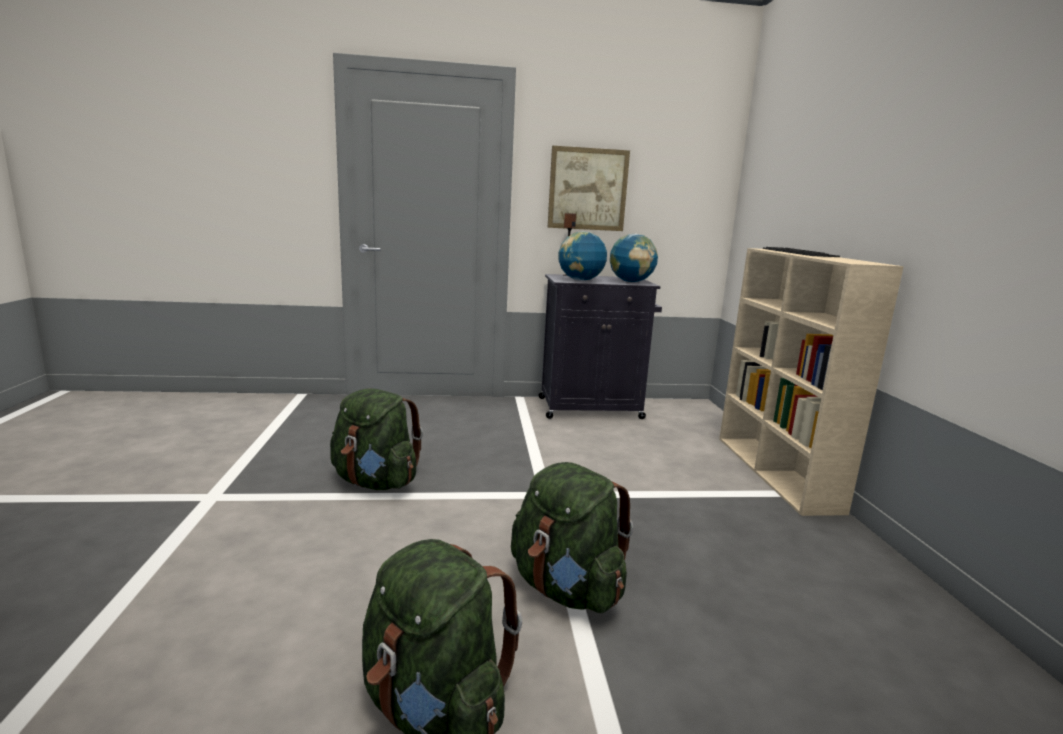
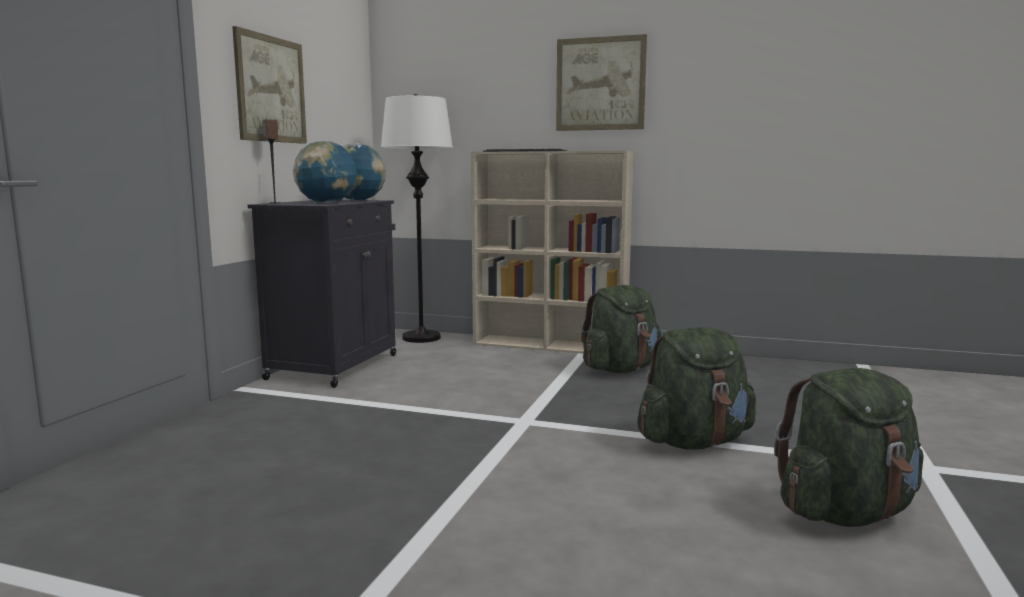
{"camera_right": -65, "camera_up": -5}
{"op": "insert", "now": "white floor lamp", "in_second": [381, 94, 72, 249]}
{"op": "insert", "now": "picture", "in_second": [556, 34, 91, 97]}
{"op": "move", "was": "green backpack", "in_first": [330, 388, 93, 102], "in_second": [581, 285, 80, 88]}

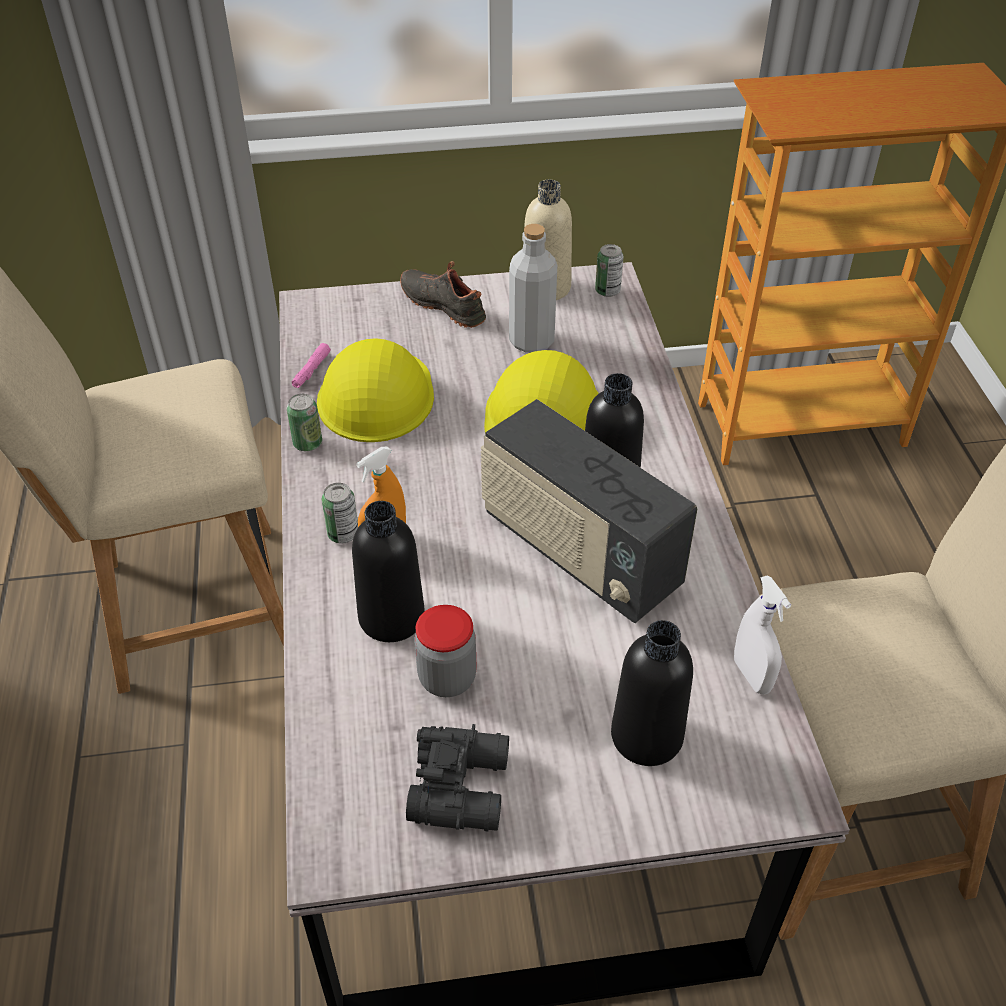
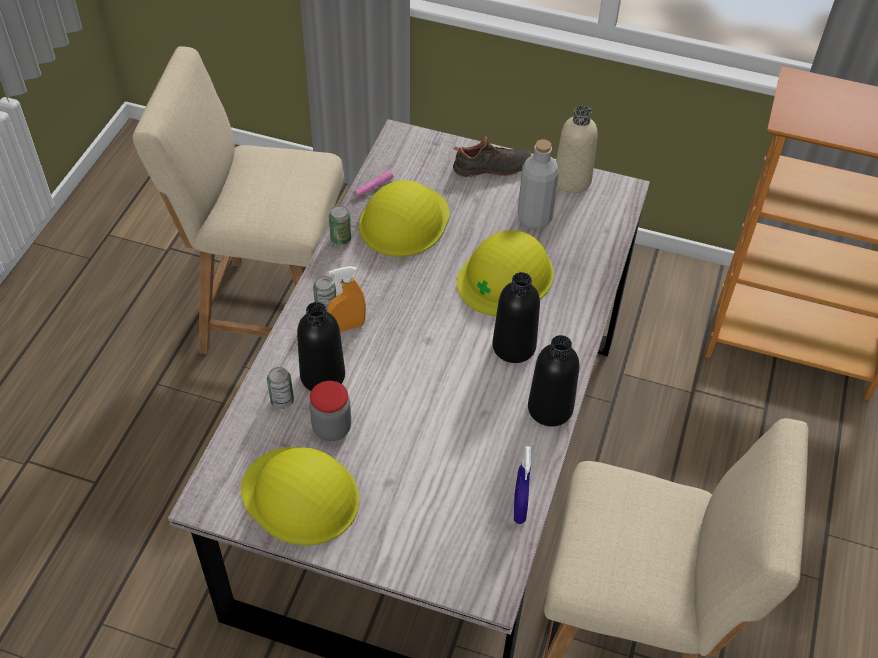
{"camera_right": 25, "camera_up": 5}
{"op": "replace", "was": "black binoculars", "now": "yellow hard hat", "in_first": [406, 724, 103, 108], "in_second": [241, 447, 118, 99]}
{"op": "move", "was": "can", "in_first": [595, 244, 29, 53], "in_second": [267, 367, 27, 42]}
{"op": "rotate", "was": "black shoe", "in_first": [400, 261, 86, 67], "in_second": [453, 136, 78, 41], "clockwise": 105}
{"op": "recolor", "was": "white spray bottle", "now": "blue spray bottle", "in_first": [734, 575, 57, 120], "in_second": [514, 446, 17, 78]}
{"op": "move", "was": "black bottle", "in_first": [611, 620, 82, 146], "in_second": [528, 335, 51, 92]}
{"op": "delete", "was": "radio", "in_first": [481, 399, 216, 224]}

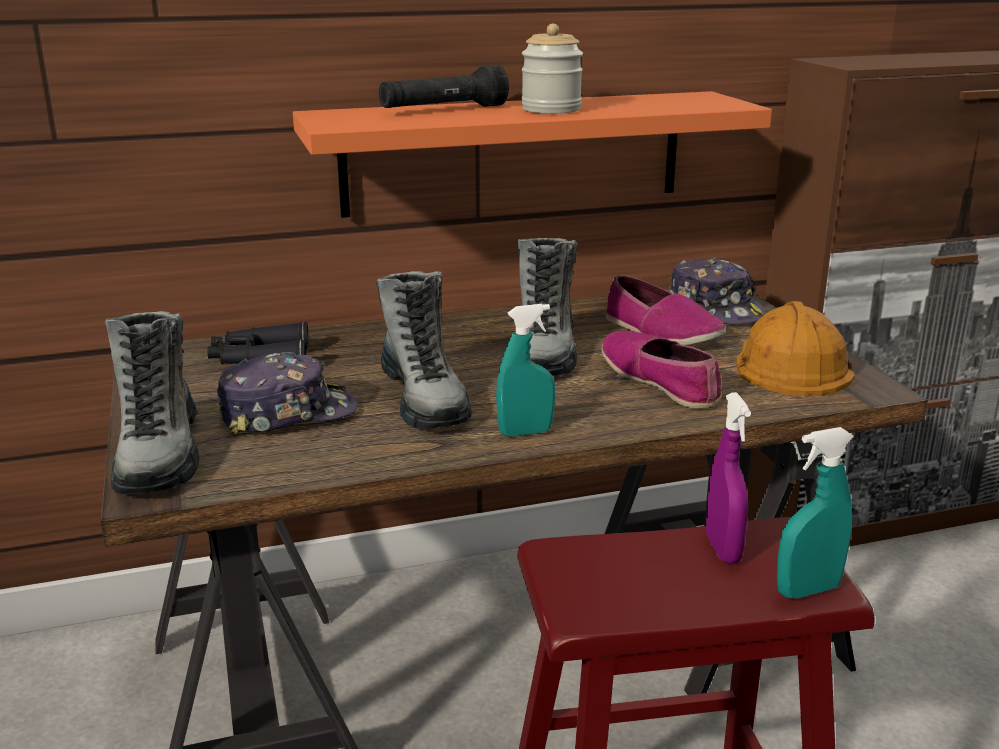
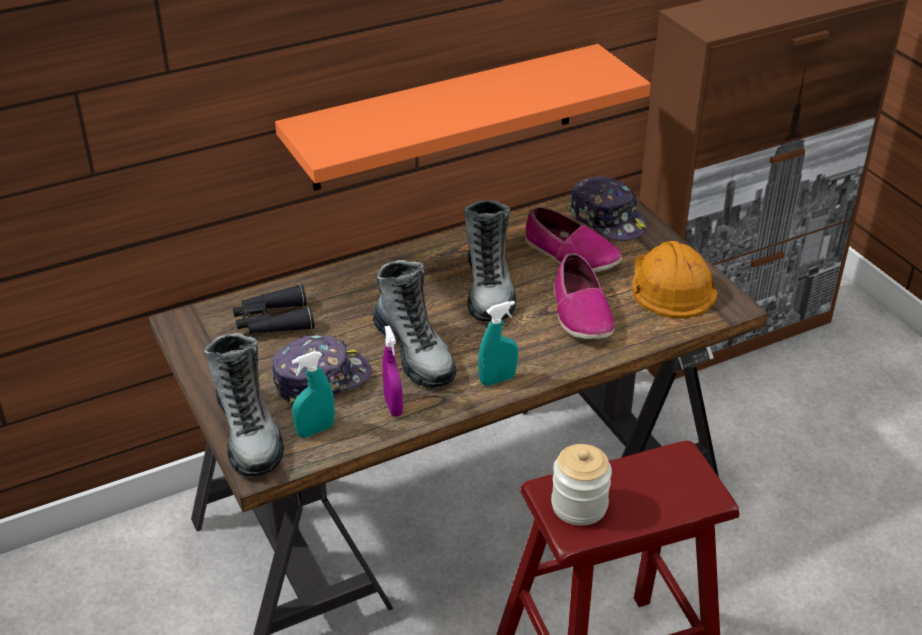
{"camera_right": -10, "camera_up": 15}
{"op": "move", "was": "turquoise spray bottle", "in_first": [777, 427, 77, 172], "in_second": [292, 351, 43, 86]}
{"op": "move", "was": "purple spray bottle", "in_first": [706, 392, 45, 171], "in_second": [382, 325, 21, 91]}
{"op": "move", "was": "jar", "in_first": [521, 24, 62, 90], "in_second": [551, 444, 61, 82]}
{"op": "rotate", "was": "shoe", "in_first": [602, 331, 120, 78], "in_second": [554, 253, 60, 86], "clockwise": -150}
{"op": "delete", "was": "black flashlight", "in_first": [379, 65, 130, 43]}

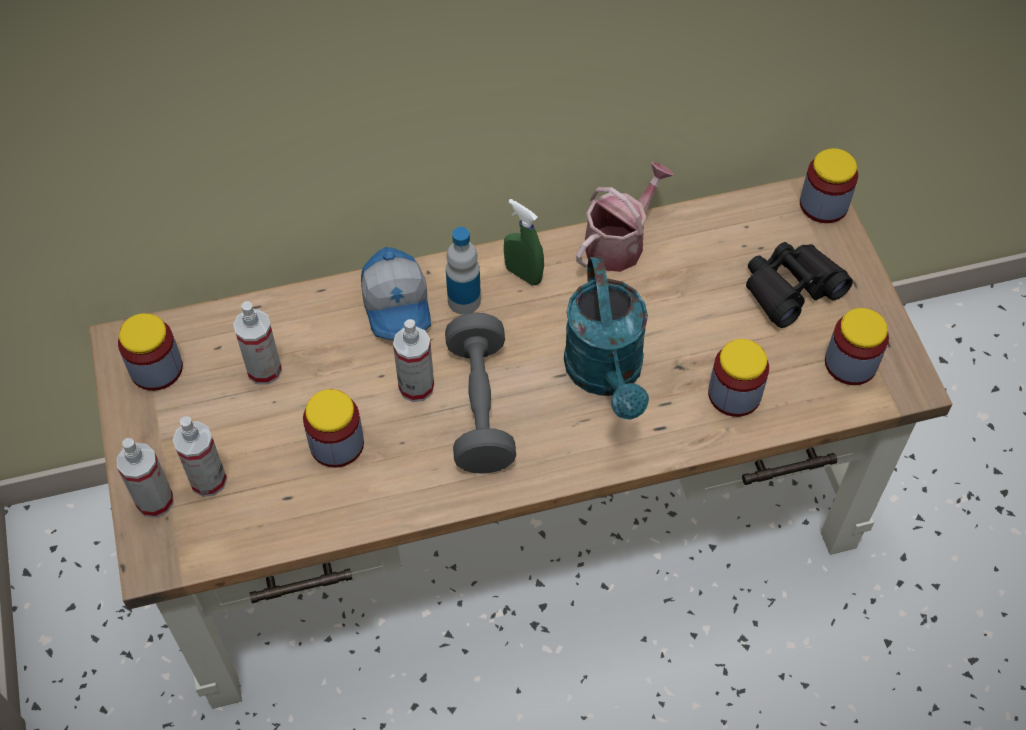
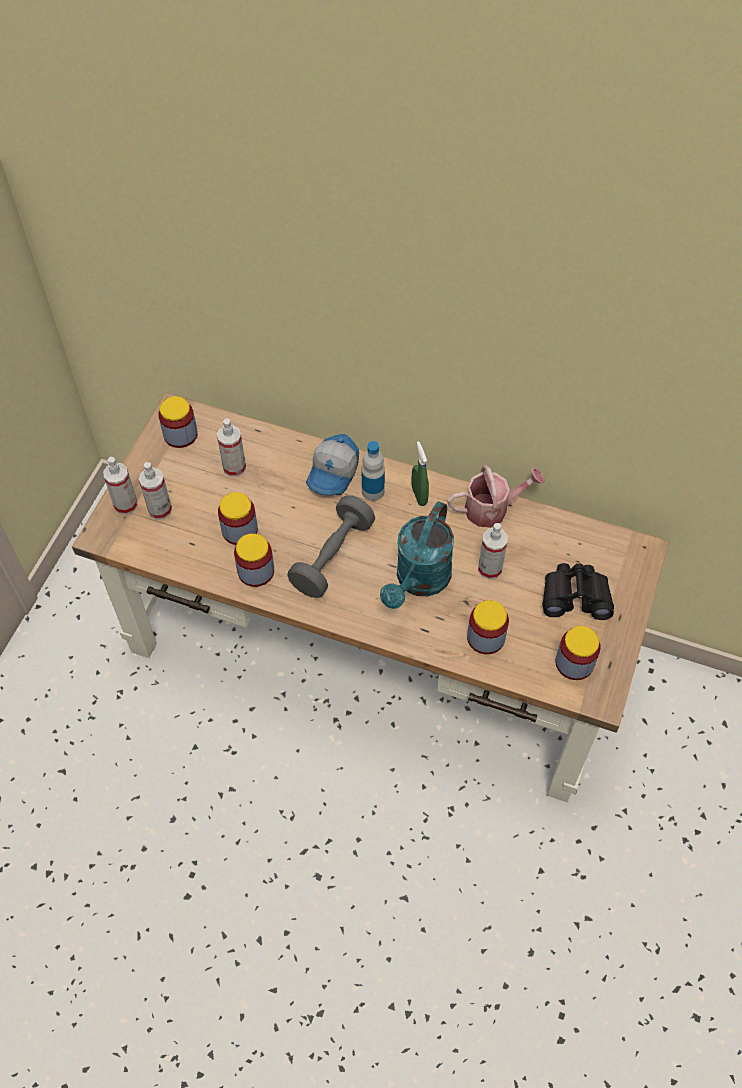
{"camera_right": 35, "camera_up": 0}
{"op": "move", "was": "jar", "in_first": [800, 148, 58, 75], "in_second": [234, 533, 40, 54]}
{"op": "move", "was": "spray bottle", "in_first": [393, 319, 41, 83], "in_second": [478, 523, 30, 56]}

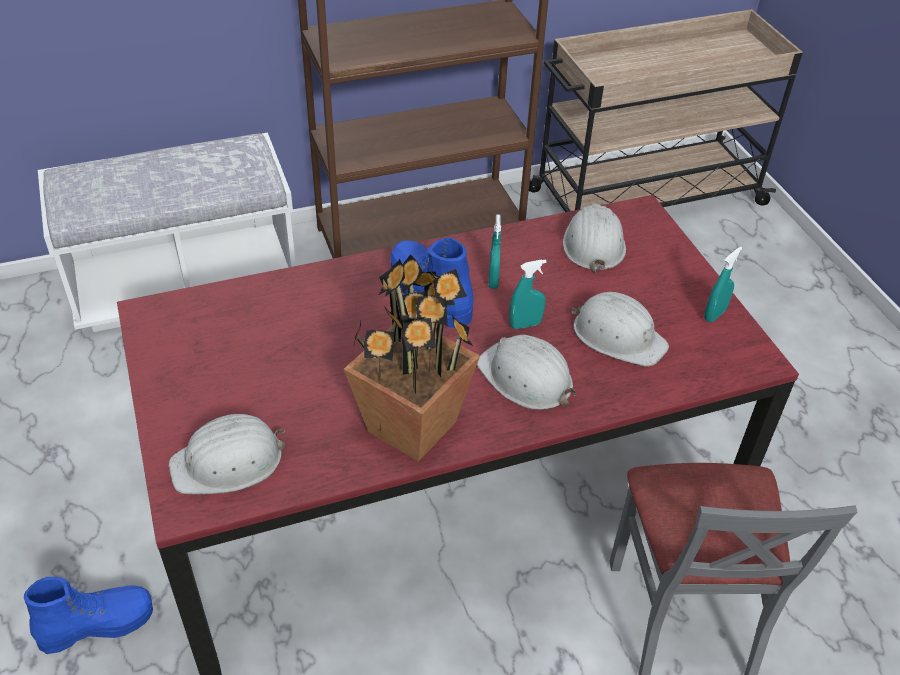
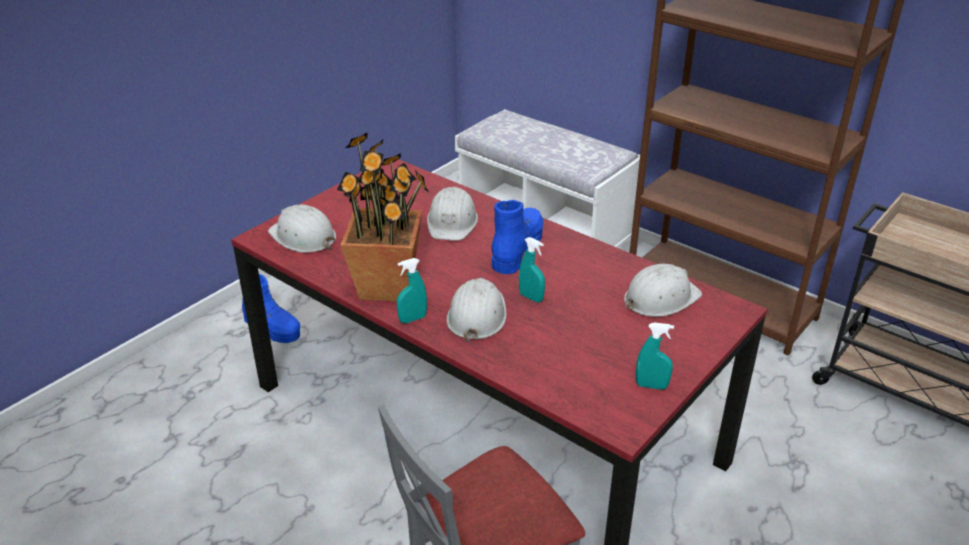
{"camera_right": 60, "camera_up": -10}
{"op": "move", "was": "turquoise spray bottle", "in_first": [489, 214, 12, 75], "in_second": [397, 258, 30, 65]}
{"op": "move", "was": "white hard hat", "in_first": [571, 292, 98, 75], "in_second": [427, 187, 51, 53]}

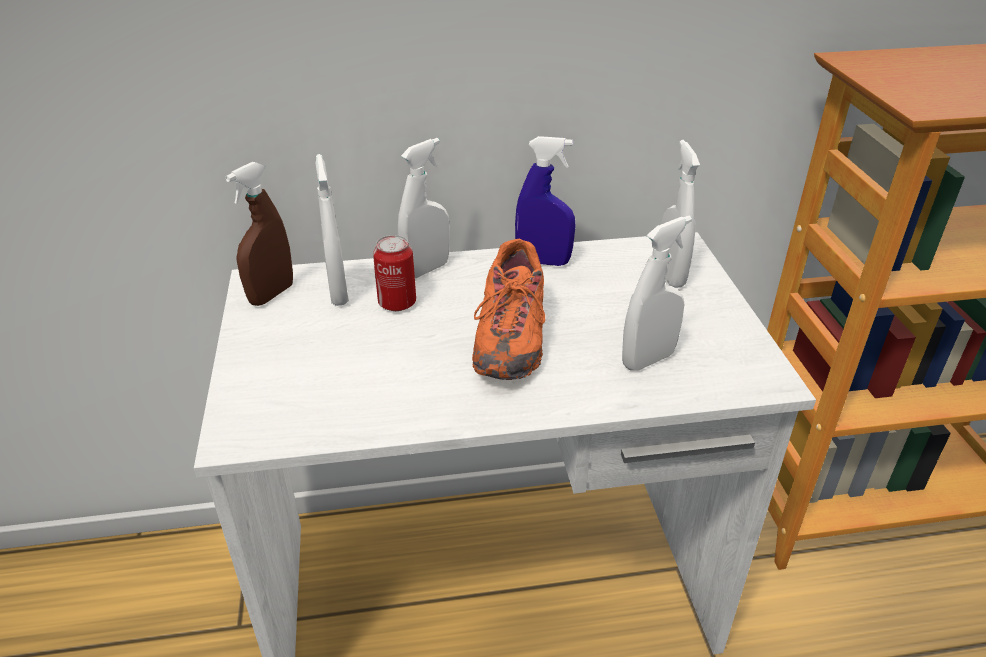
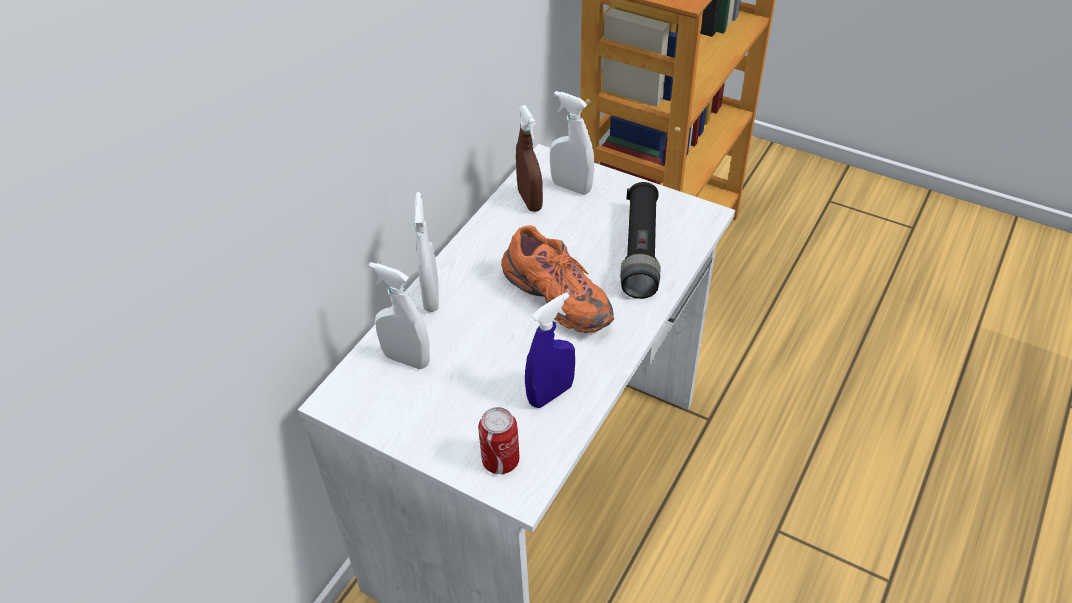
{"camera_right": -50, "camera_up": 10}
{"op": "move", "was": "can", "in_first": [373, 235, 43, 76], "in_second": [478, 407, 42, 67]}
{"op": "move", "was": "brown spray bottle", "in_first": [225, 162, 68, 144], "in_second": [516, 105, 27, 107]}
{"op": "move", "was": "blue spray bottle", "in_first": [515, 136, 60, 130], "in_second": [525, 292, 50, 116]}
{"op": "replace", "was": "white spray bottle", "now": "black flashlight", "in_first": [622, 216, 70, 155], "in_second": [620, 182, 40, 117]}

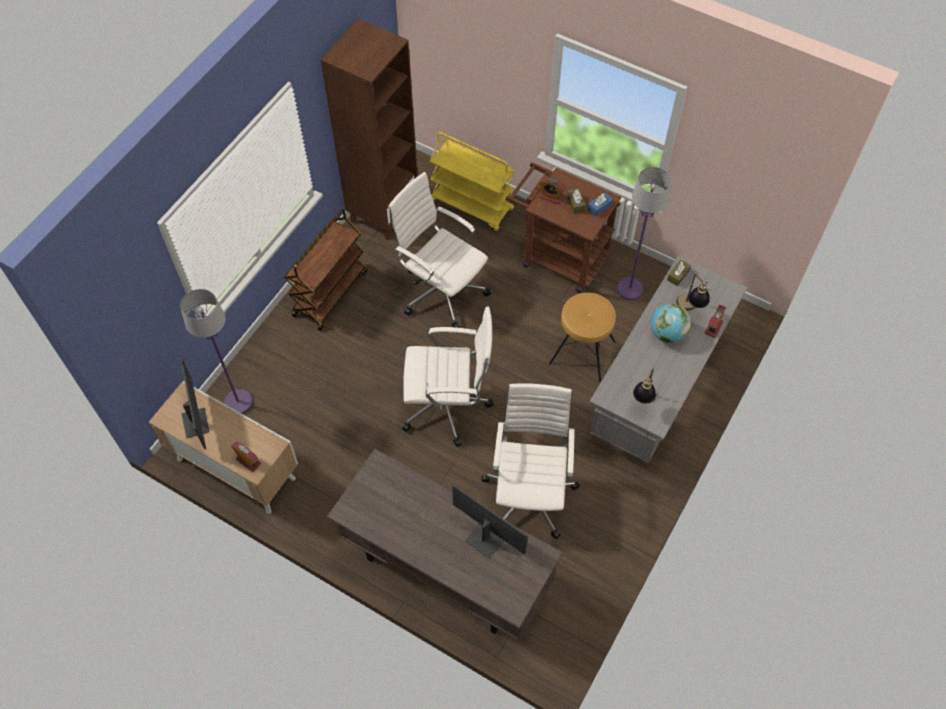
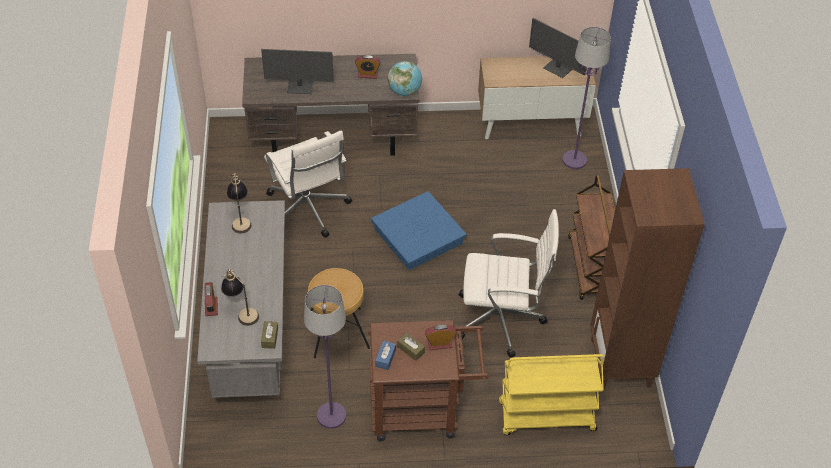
{"camera_right": 145, "camera_up": -10}
{"op": "move", "was": "alarm clock", "in_first": [231, 441, 30, 31], "in_second": [355, 55, 25, 24]}
{"op": "replace", "was": "white office chair", "now": "blue storage box", "in_first": [402, 306, 92, 141], "in_second": [371, 191, 95, 79]}
{"op": "move", "was": "globe", "in_first": [651, 303, 40, 40], "in_second": [388, 61, 34, 35]}

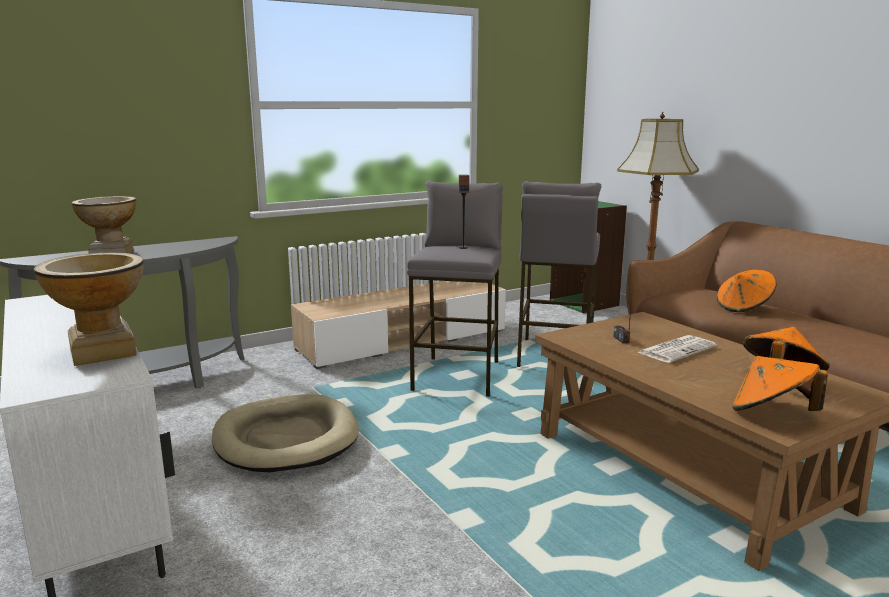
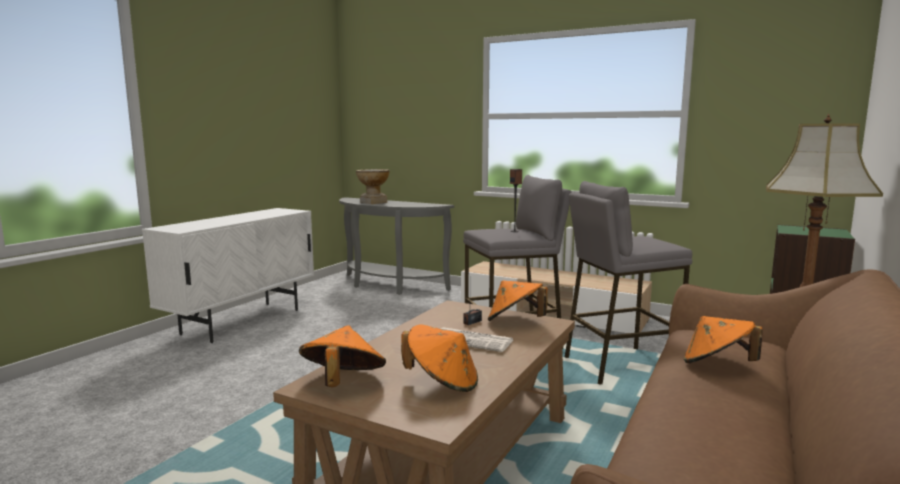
{"camera_right": 60, "camera_up": -5}
{"op": "insert", "now": "orange hat", "in_second": [488, 280, 60, 41]}
{"op": "delete", "was": "vase", "in_first": [34, 252, 110, 114]}
{"op": "delete", "was": "beige dog bed", "in_first": [212, 394, 147, 79]}

